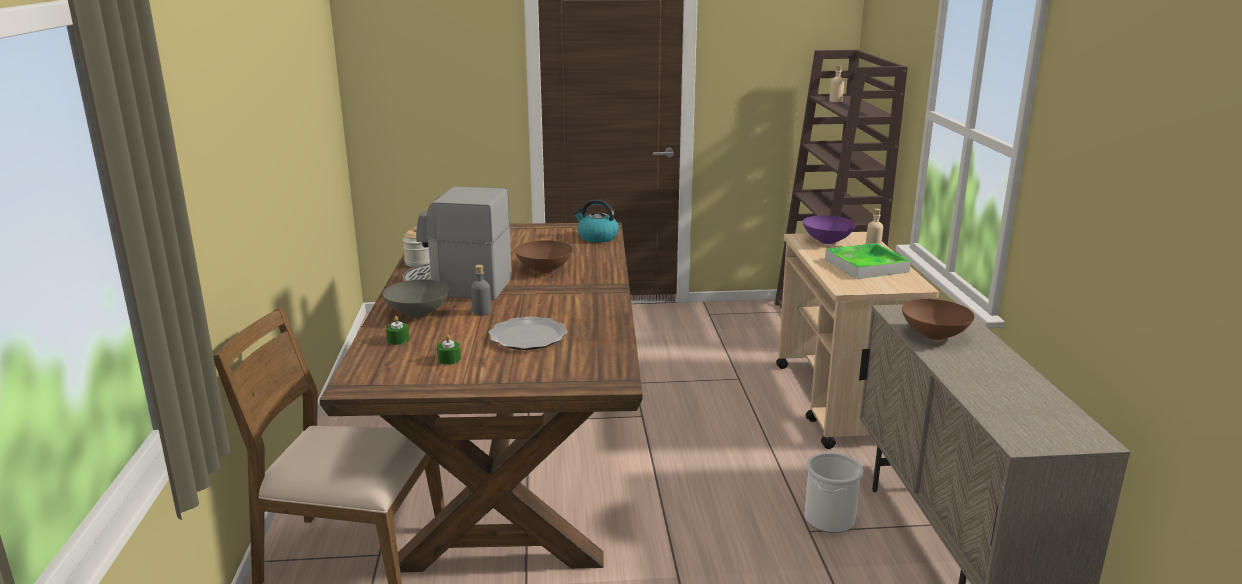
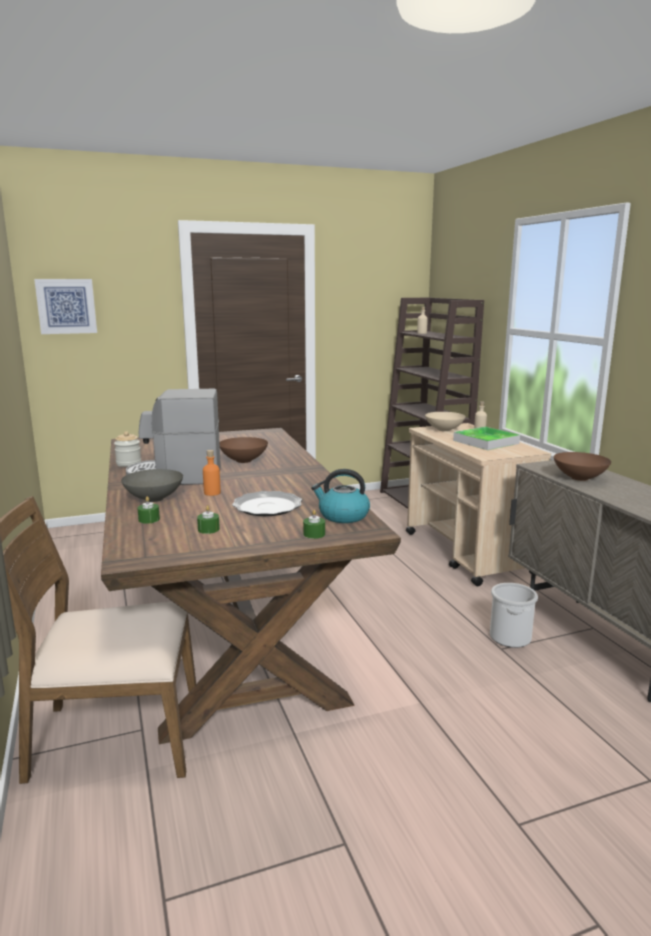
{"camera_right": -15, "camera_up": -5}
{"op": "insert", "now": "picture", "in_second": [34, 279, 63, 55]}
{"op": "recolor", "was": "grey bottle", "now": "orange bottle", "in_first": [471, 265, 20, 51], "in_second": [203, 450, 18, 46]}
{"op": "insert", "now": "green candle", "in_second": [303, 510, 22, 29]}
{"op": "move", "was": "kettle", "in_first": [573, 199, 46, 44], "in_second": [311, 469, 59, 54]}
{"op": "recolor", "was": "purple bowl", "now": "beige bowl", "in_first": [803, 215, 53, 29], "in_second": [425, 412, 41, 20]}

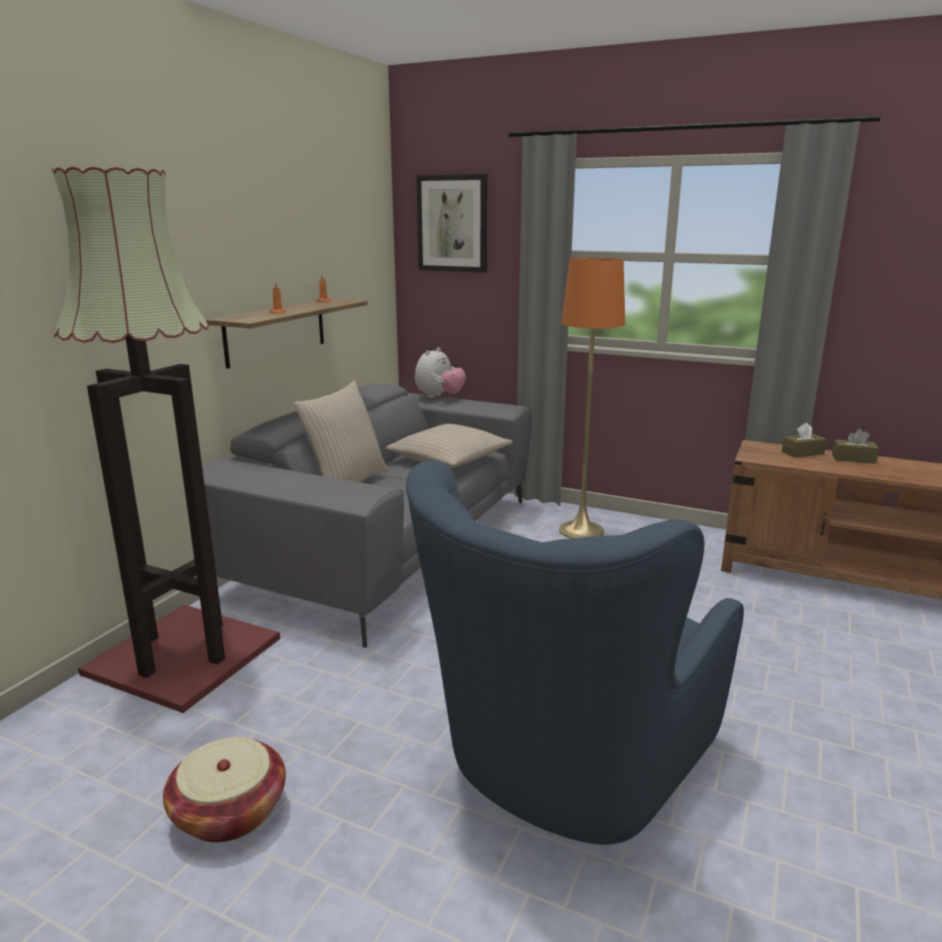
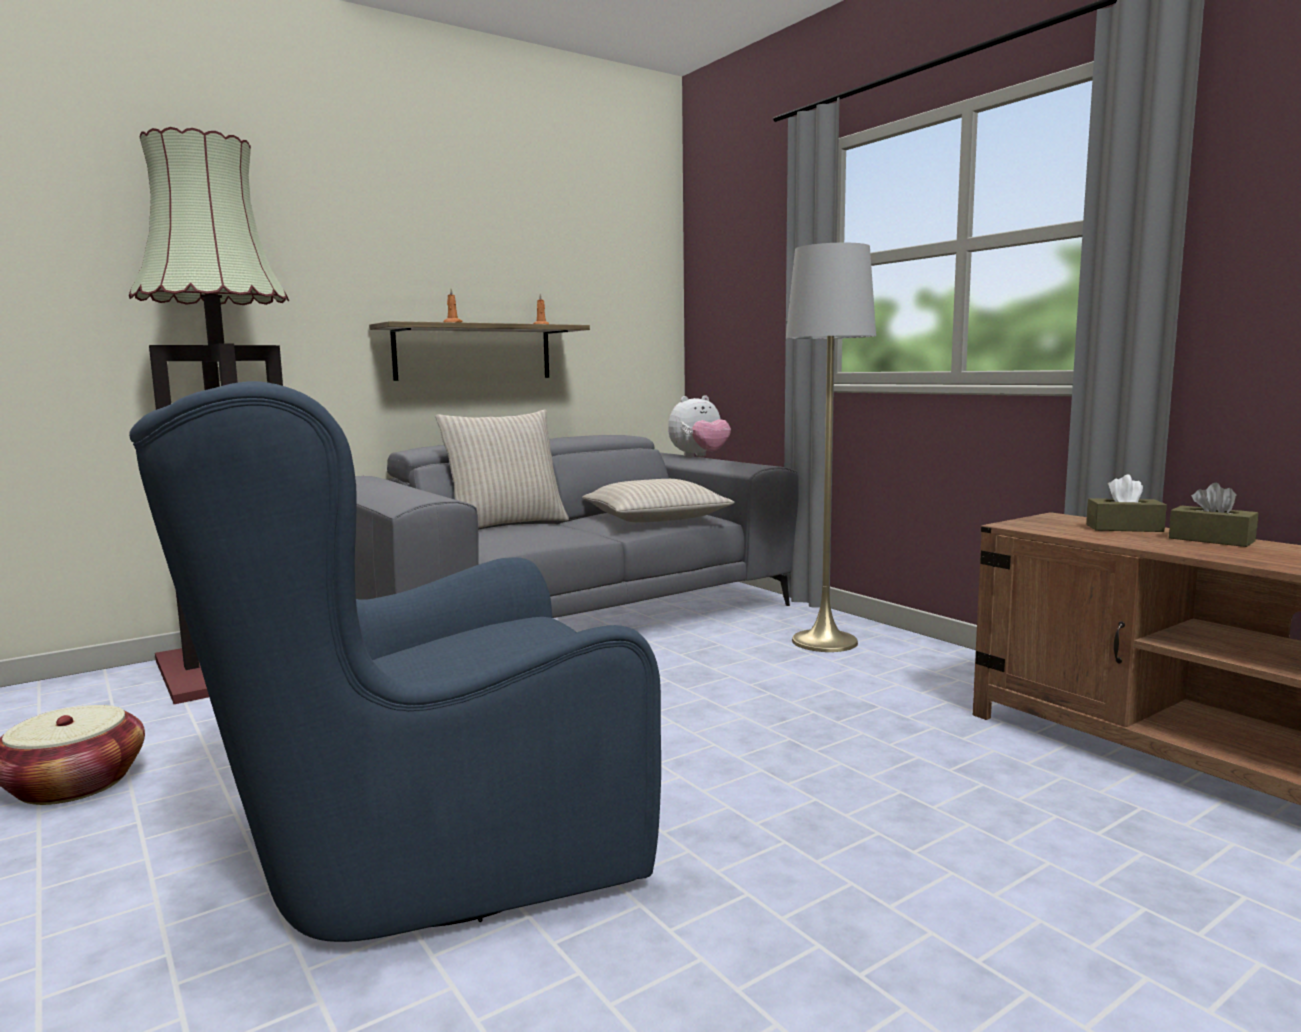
{"camera_right": 30, "camera_up": -10}
{"op": "recolor", "was": "orange floor lamp", "now": "grey floor lamp", "in_first": [559, 257, 66, 282], "in_second": [786, 243, 90, 409]}
{"op": "delete", "was": "picture", "in_first": [417, 174, 71, 99]}

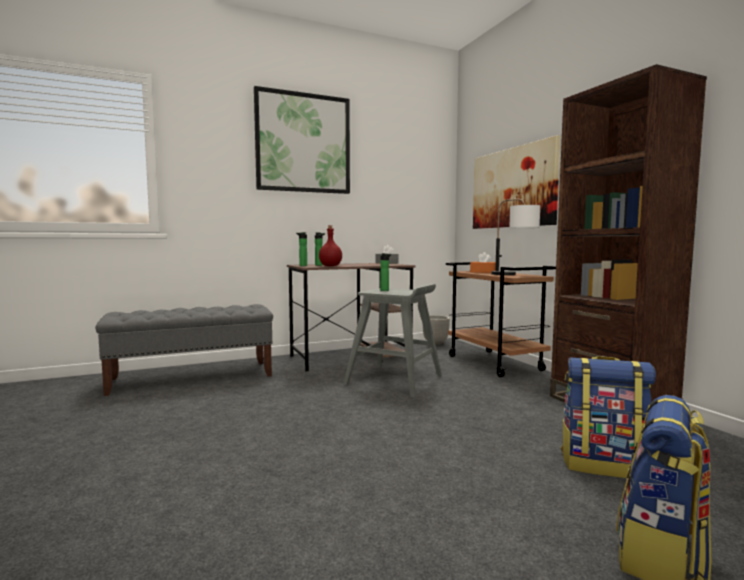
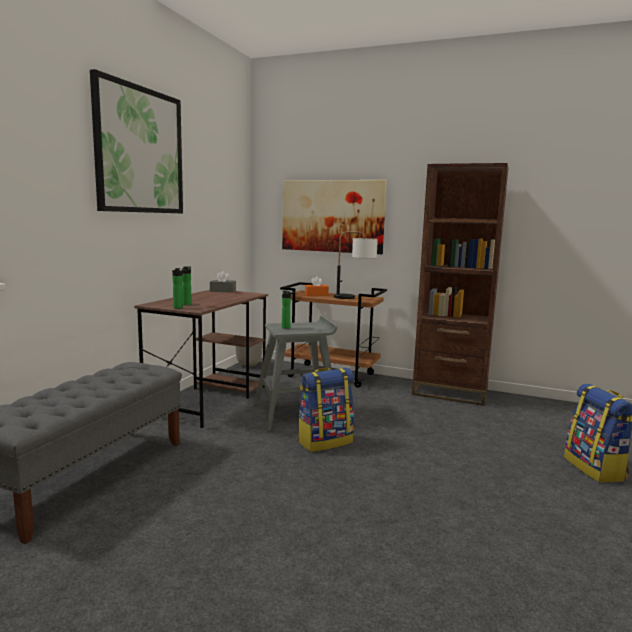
{"camera_right": -45, "camera_up": 5}
{"op": "move", "was": "backpack", "in_first": [561, 356, 95, 122], "in_second": [298, 368, 56, 84]}
{"op": "delete", "was": "red bottle", "in_first": [319, 225, 23, 41]}

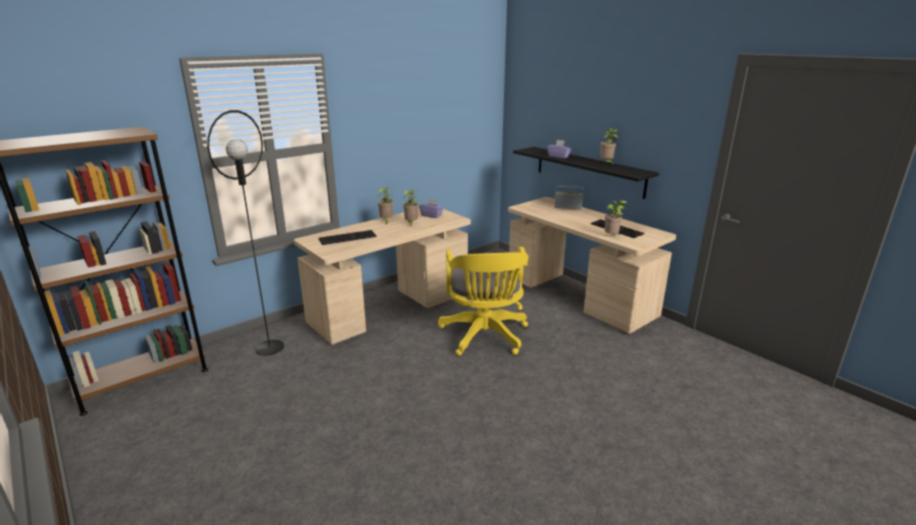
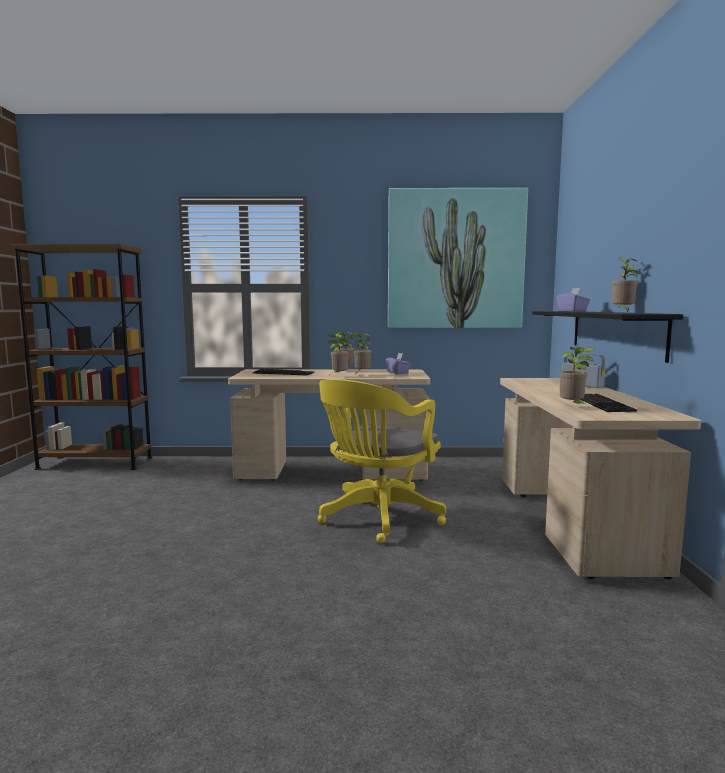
{"camera_right": 40, "camera_up": -15}
{"op": "insert", "now": "potted plant", "in_second": [327, 334, 22, 39]}
{"op": "insert", "now": "picture", "in_second": [388, 188, 140, 140]}
{"op": "delete", "was": "black floor lamp", "in_first": [207, 110, 77, 246]}

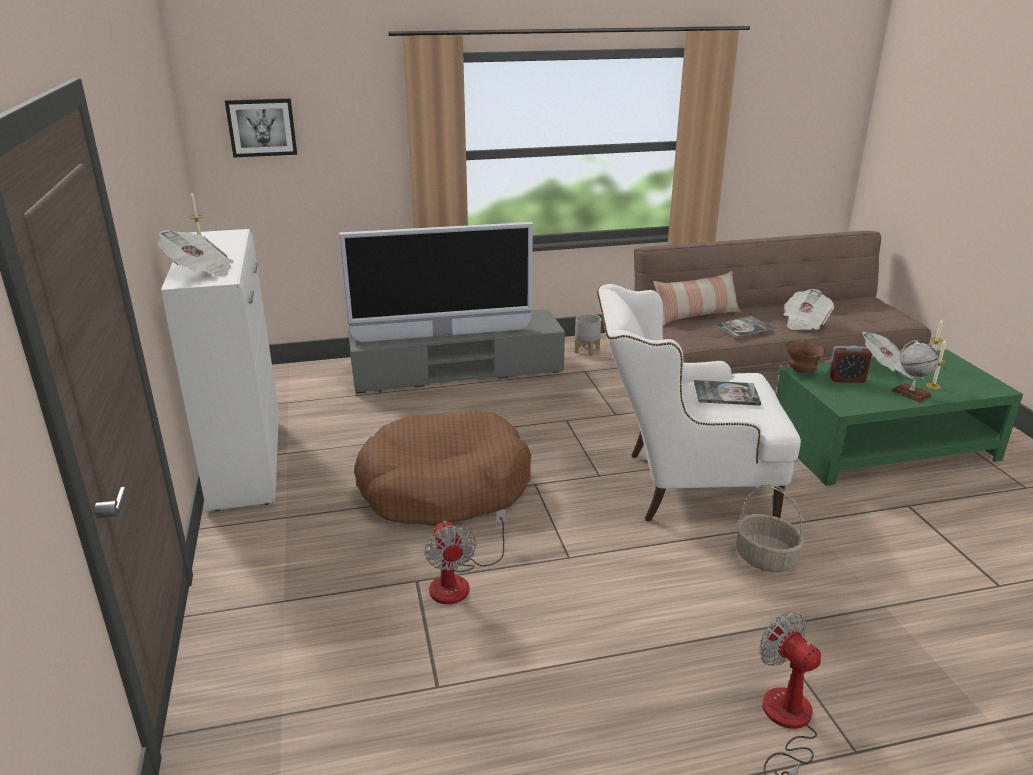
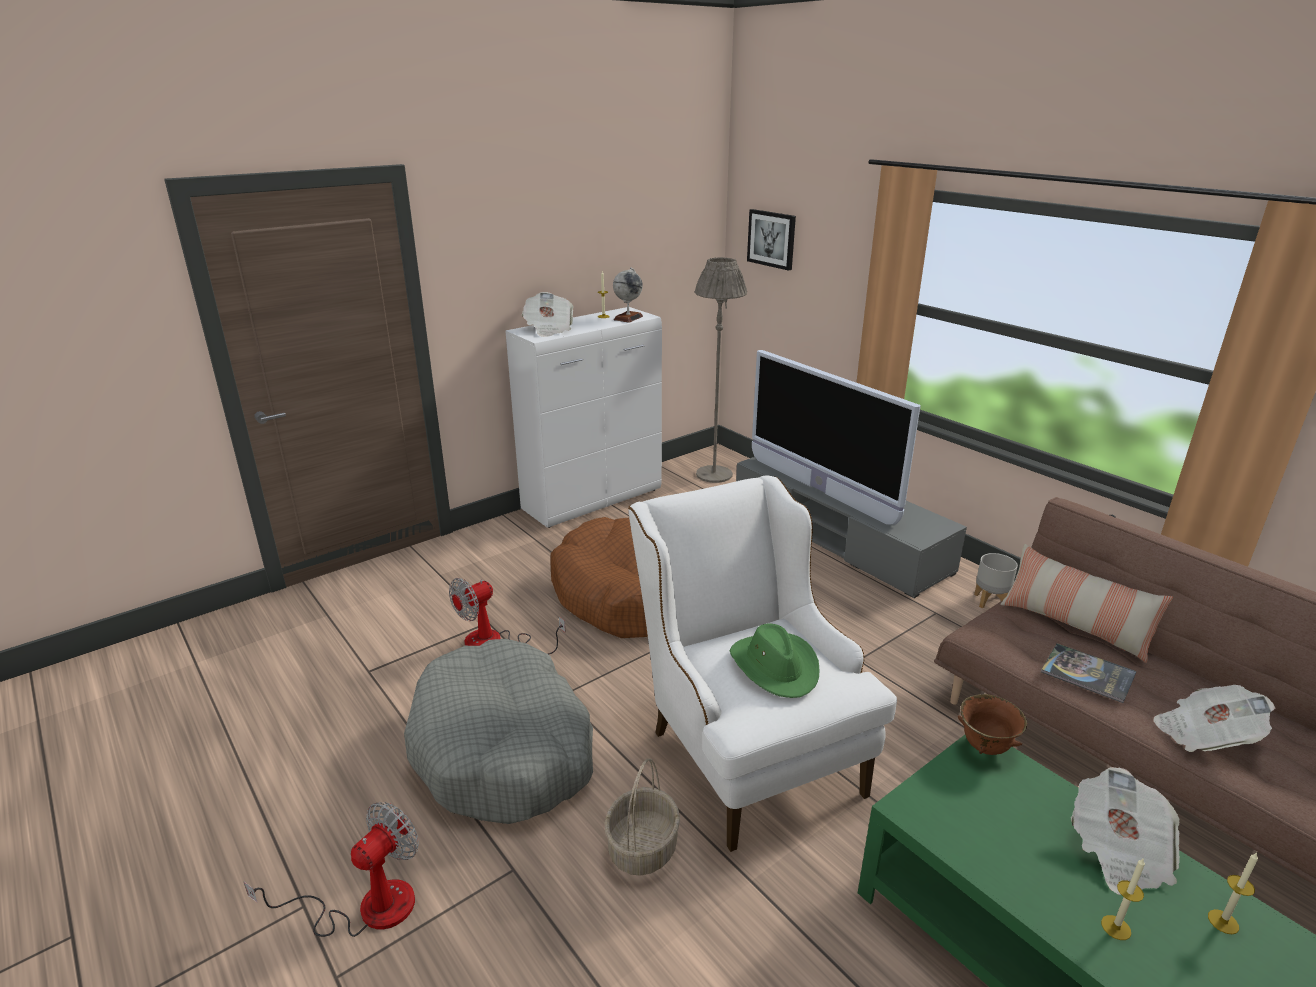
{"camera_right": 65, "camera_up": 0}
{"op": "insert", "now": "grey dog bed", "in_second": [404, 639, 189, 185]}
{"op": "move", "was": "globe", "in_first": [891, 340, 48, 62], "in_second": [613, 268, 30, 55]}
{"op": "insert", "now": "grey floor lamp", "in_second": [695, 257, 52, 226]}
{"op": "replace", "was": "book", "now": "green hat", "in_first": [694, 380, 67, 26], "in_second": [730, 624, 89, 74]}
{"op": "delete", "was": "alarm clock", "in_first": [829, 345, 43, 38]}

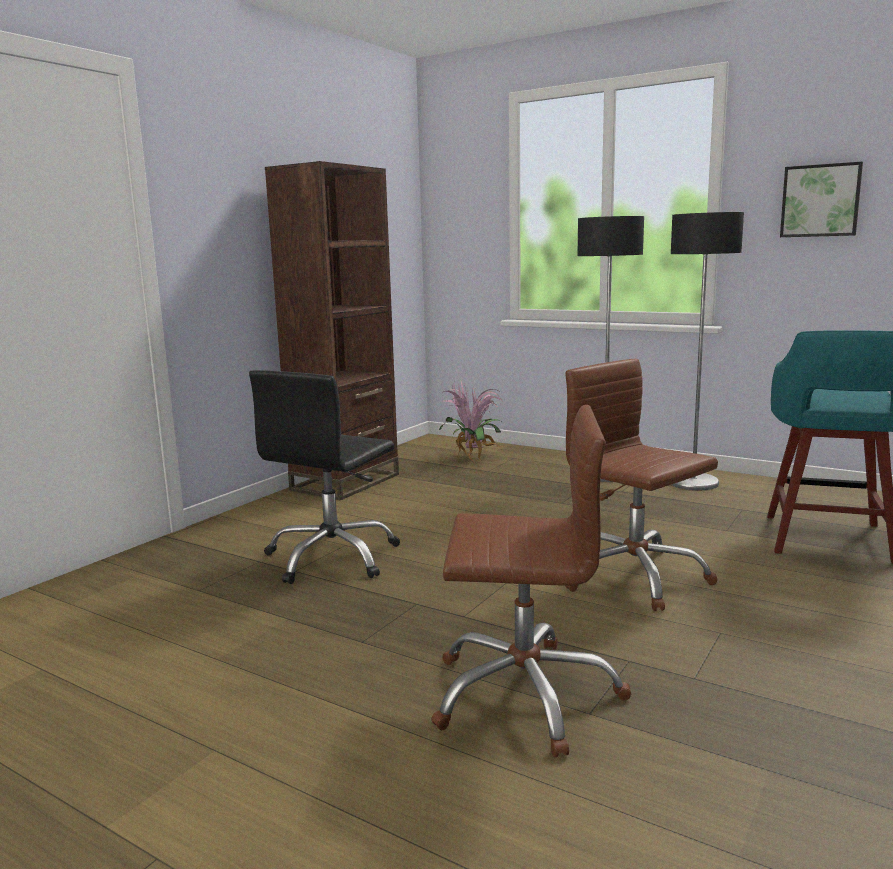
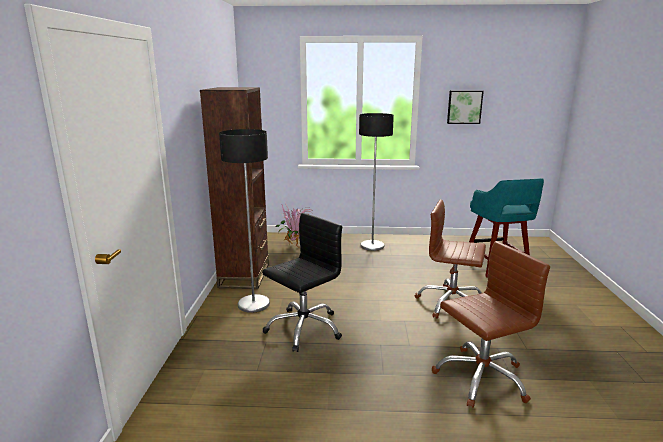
{"camera_right": -30, "camera_up": 5}
{"op": "move", "was": "floor lamp", "in_first": [671, 212, 73, 278], "in_second": [219, 129, 51, 184]}
{"op": "rotate", "was": "black office chair", "in_first": [249, 370, 151, 214], "in_second": [262, 213, 80, 139], "clockwise": -135}

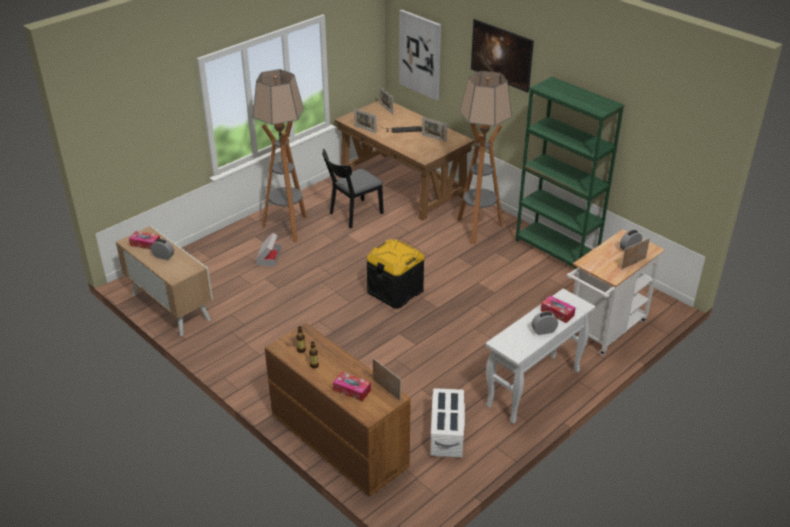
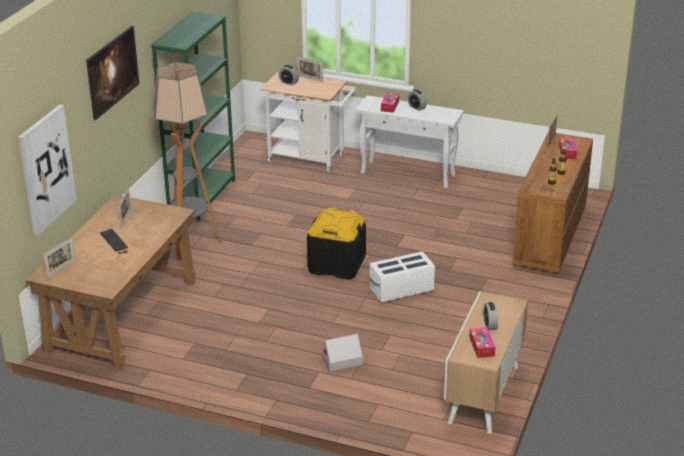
{"camera_right": -115, "camera_up": -5}
{"op": "move", "was": "white storage box", "in_first": [430, 388, 35, 69], "in_second": [370, 251, 65, 51]}
{"op": "delete", "was": "floor lamp", "in_first": [253, 69, 54, 173]}
{"op": "delete", "was": "black chair", "in_first": [322, 149, 62, 79]}
{"op": "delete", "was": "picture frame", "in_first": [354, 108, 23, 25]}

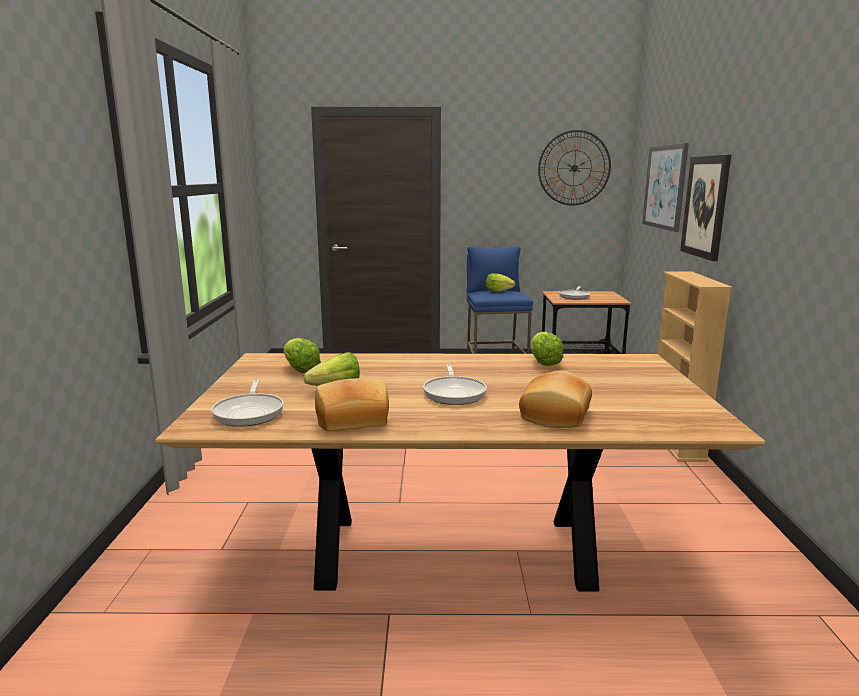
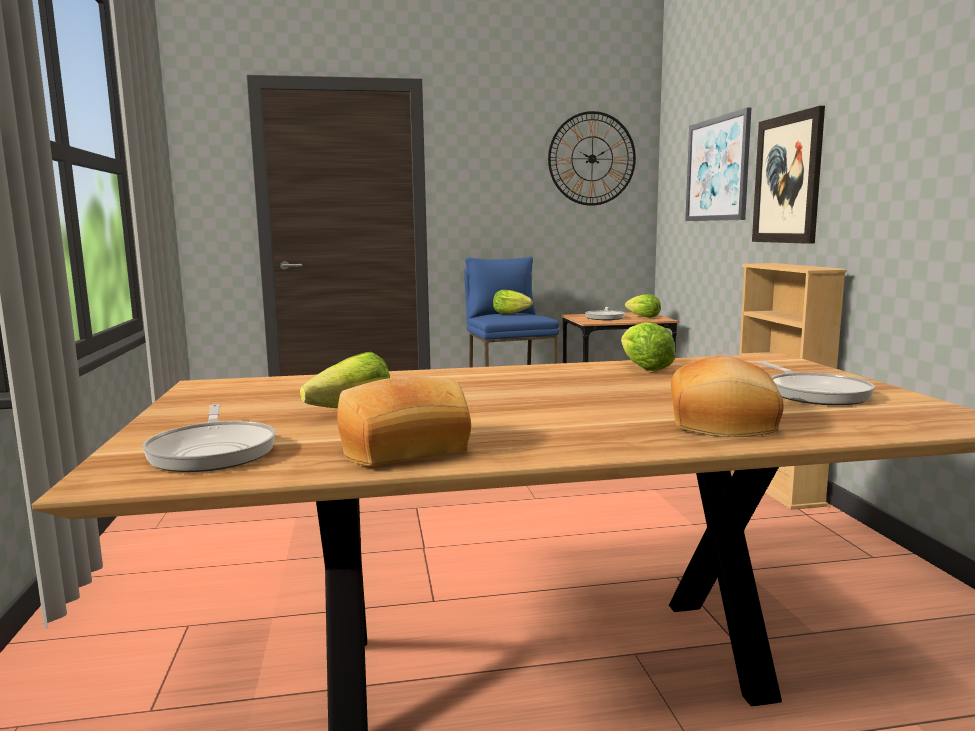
{"camera_right": -10, "camera_up": -5}
{"op": "move", "was": "lettuce", "in_first": [284, 338, 37, 35], "in_second": [625, 294, 36, 24]}
{"op": "move", "was": "frying pan", "in_first": [423, 365, 64, 40], "in_second": [758, 362, 117, 43]}

